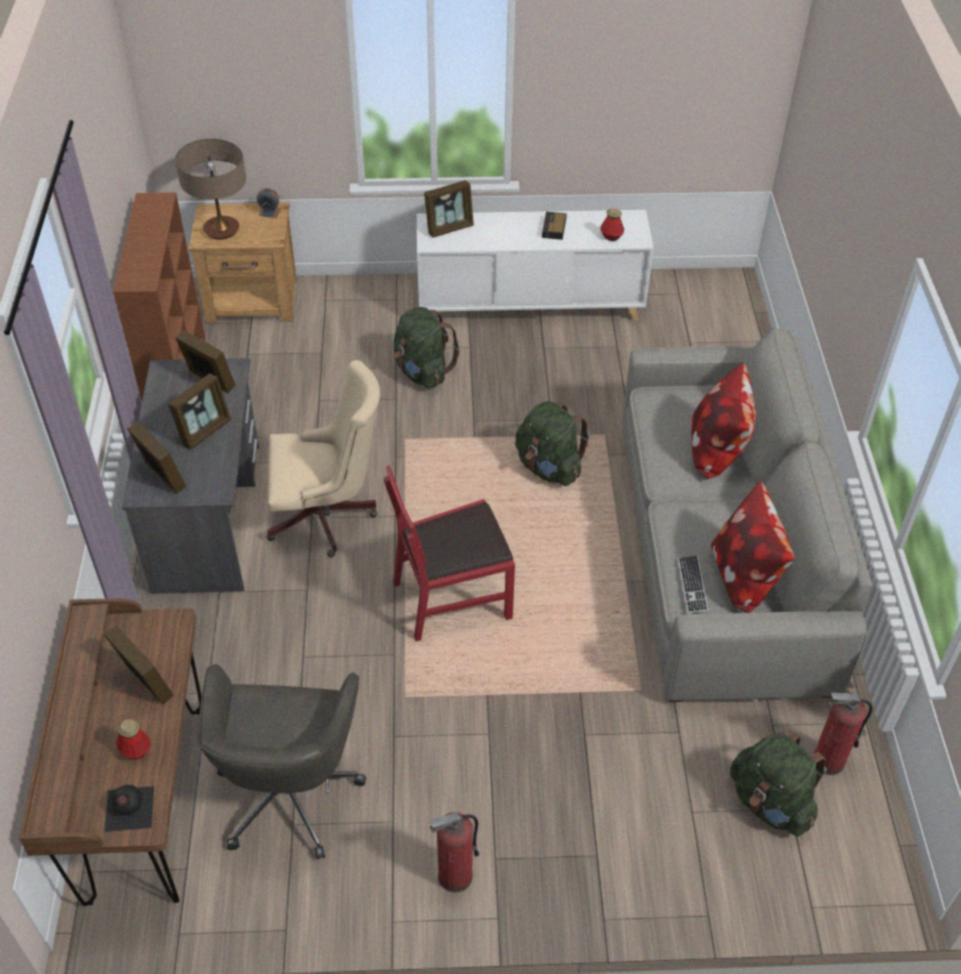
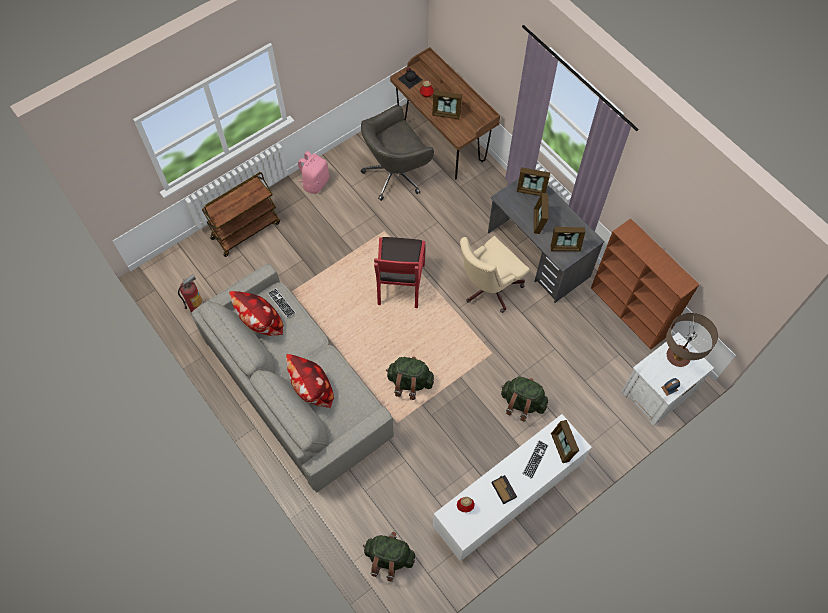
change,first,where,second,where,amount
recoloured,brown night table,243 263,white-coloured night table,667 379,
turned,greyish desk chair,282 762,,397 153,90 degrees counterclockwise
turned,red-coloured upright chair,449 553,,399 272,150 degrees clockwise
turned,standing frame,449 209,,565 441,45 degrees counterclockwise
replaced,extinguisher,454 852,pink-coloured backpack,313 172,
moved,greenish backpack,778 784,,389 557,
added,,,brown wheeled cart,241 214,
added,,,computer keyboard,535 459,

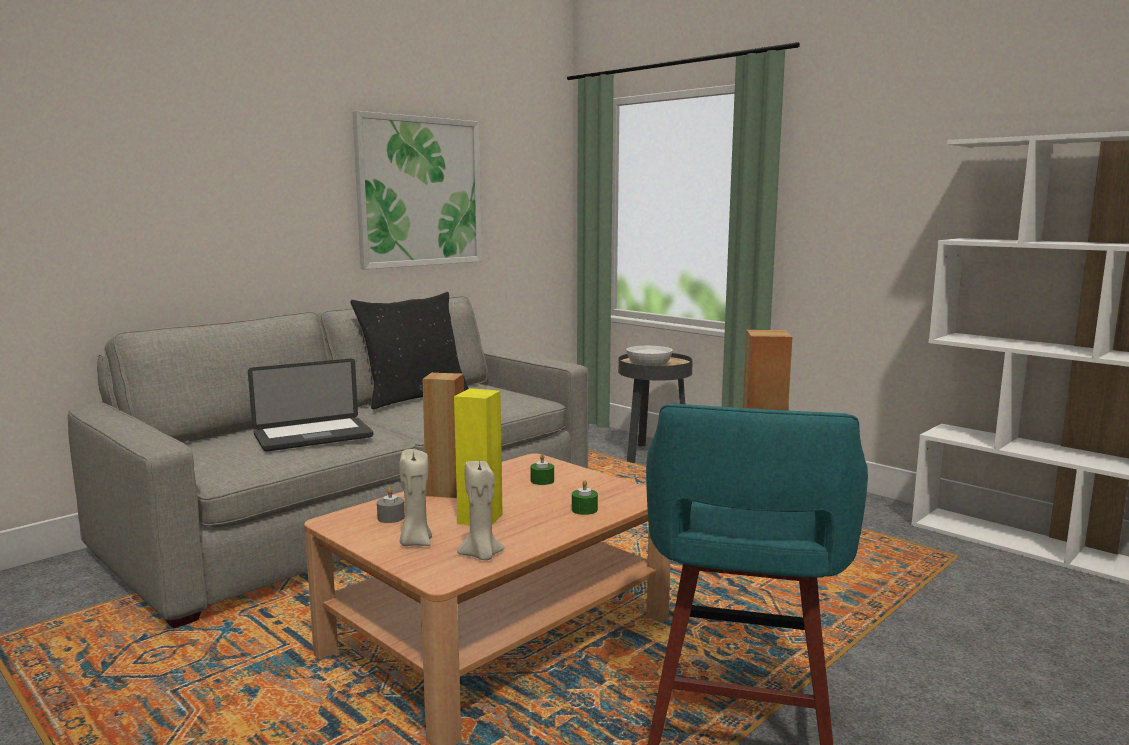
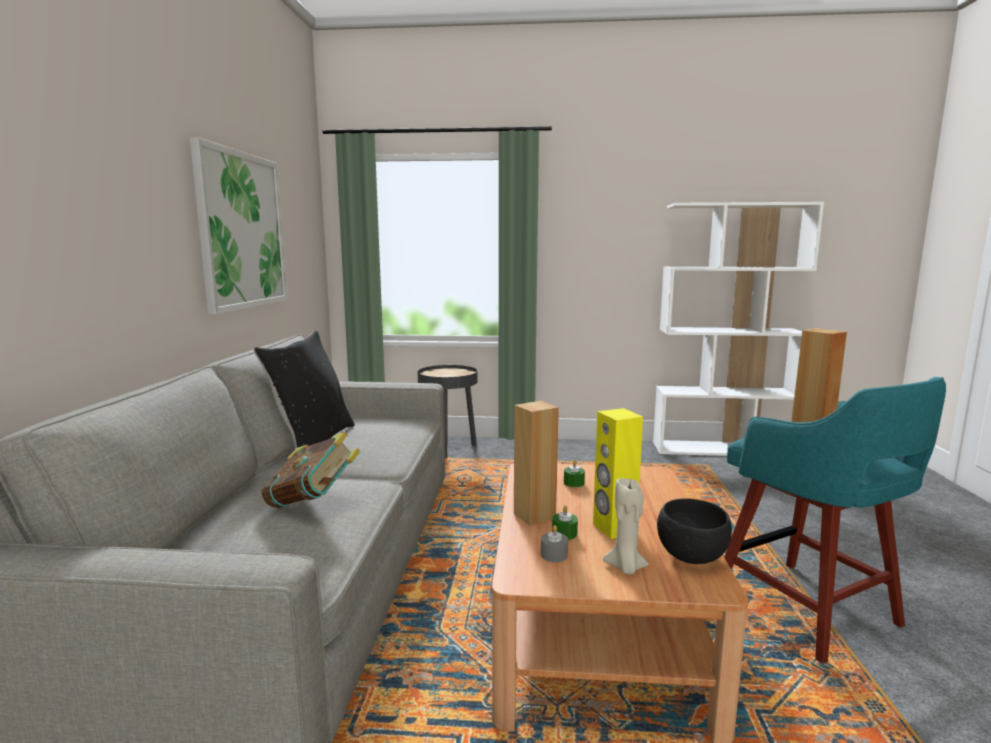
change,first,where,second,where,amount
replaced,notebook computer,310 405,volume,310 470,
replaced,beige-coloured wax candle,481 510,blackish bowl,694 531,
moved,greenish wax candle,585 497,,565 523,
removed,white-coloured bowl,649 356,,,

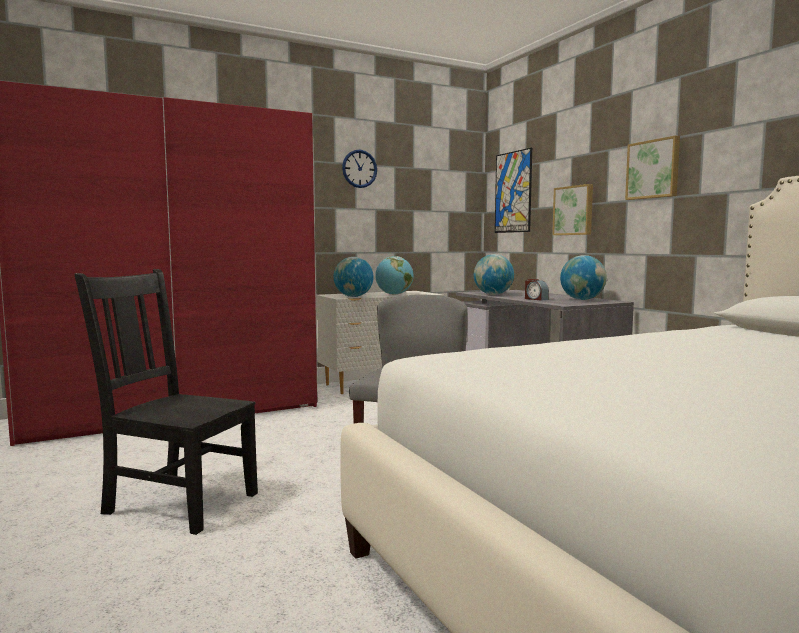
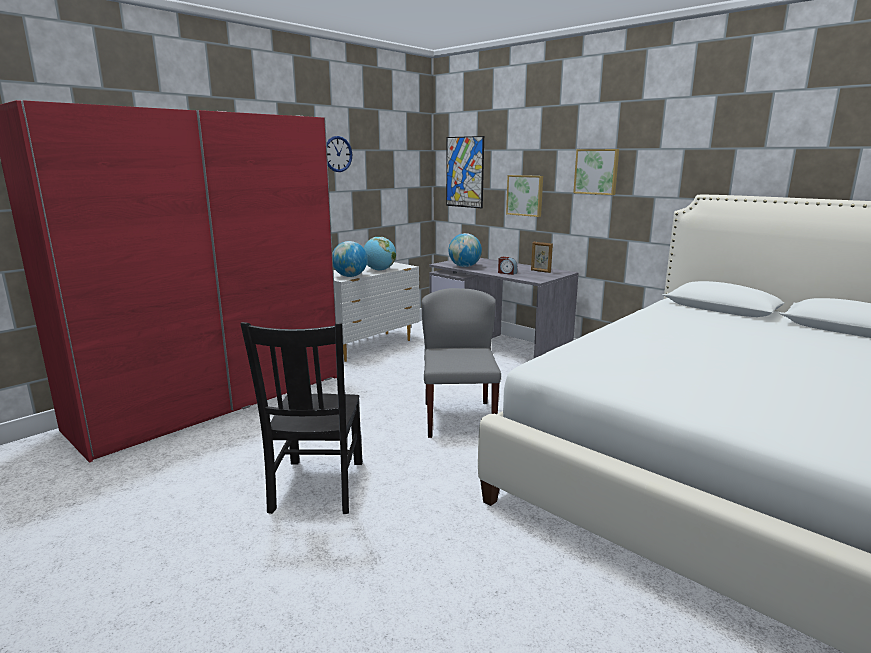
change,first,where,second,where,amount
turned,blackish upright chair,166 402,,301 418,90 degrees counterclockwise
replaced,desk globe,583 277,standing frame,542 257,

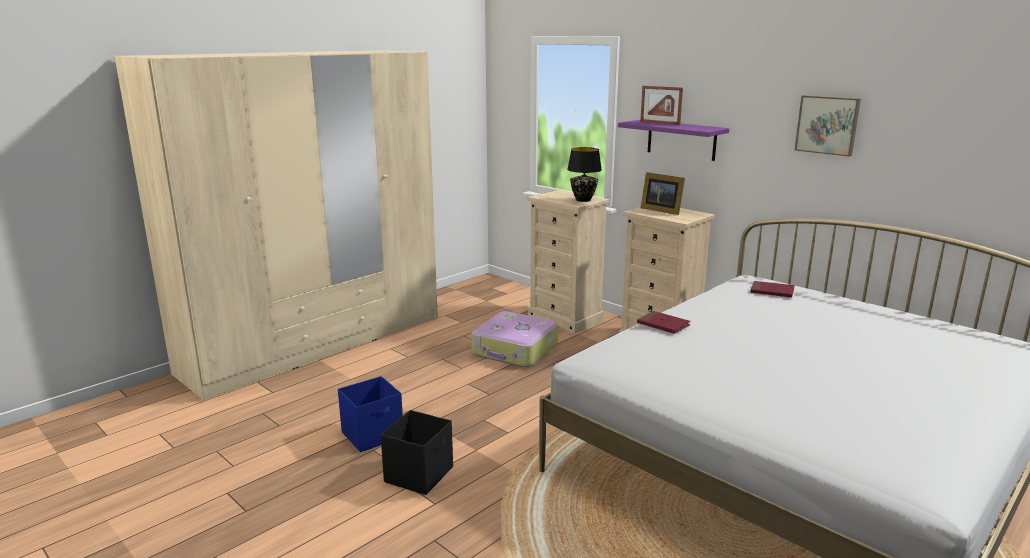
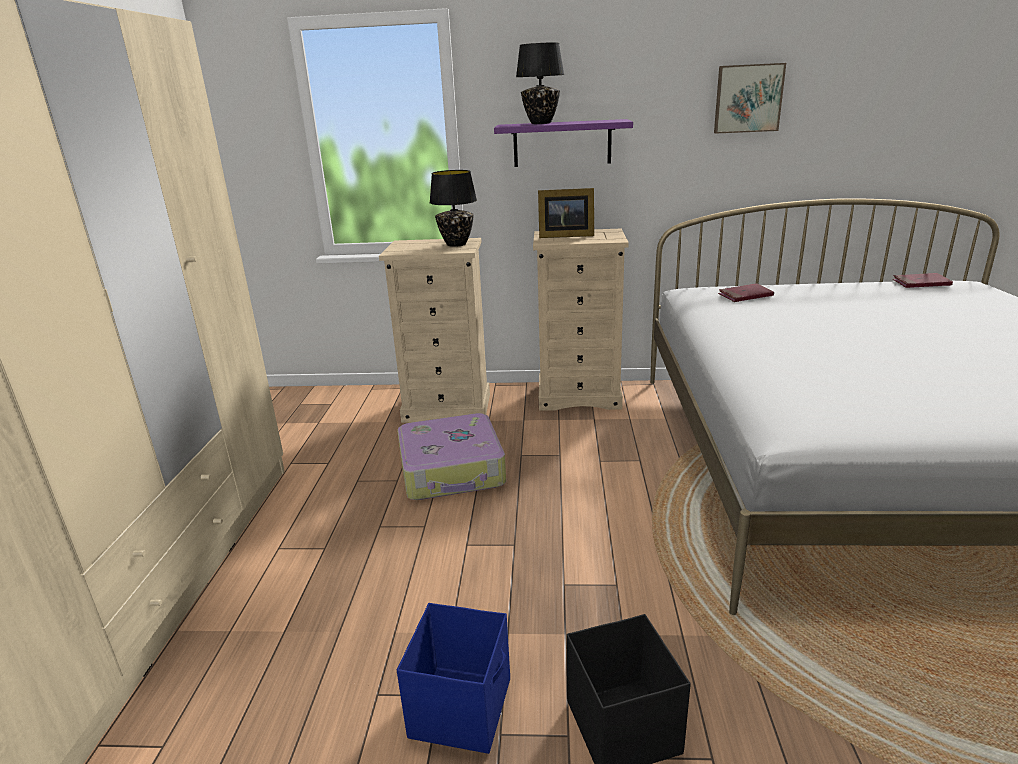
change,first,where,second,where,amount
moved,red-coloured volume,663 322,,923 280,
replaced,standing frame,661 105,blackish tabletop lamp,540 83,

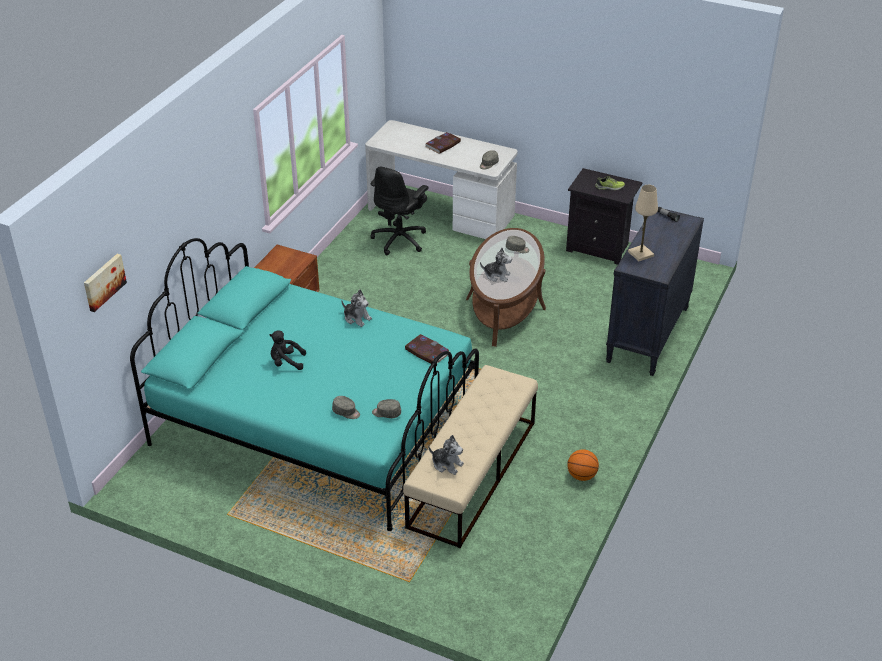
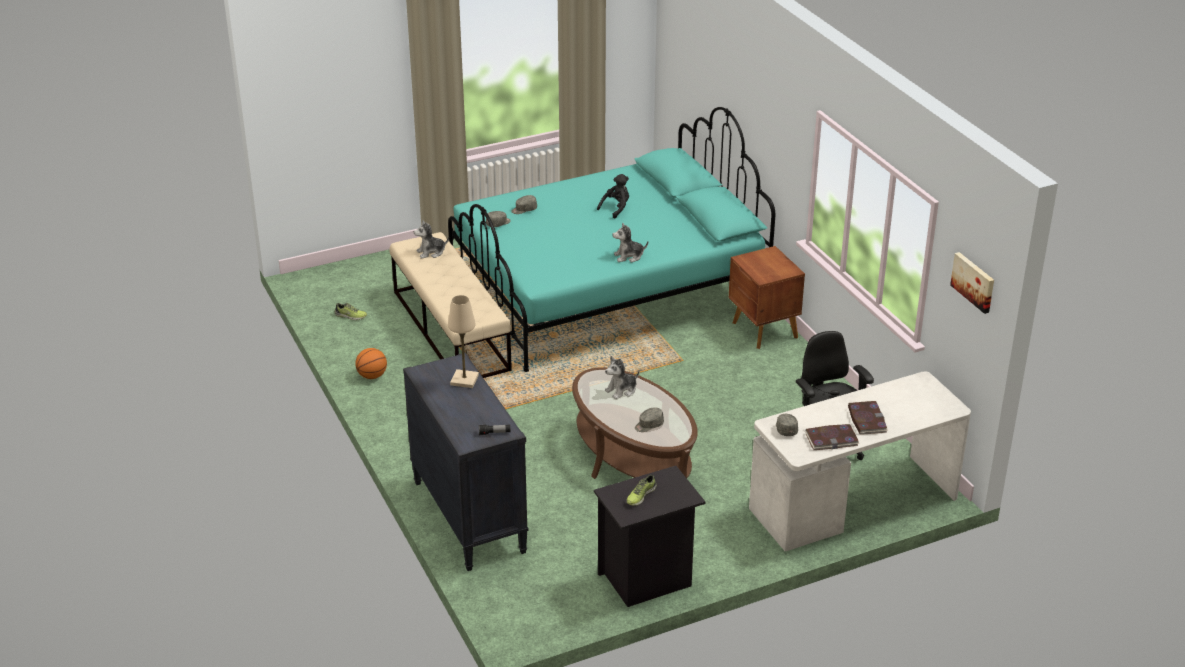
change,first,where,second,where,amount
moved,picture,105 283,,972 283,
moved,volume,428 348,,832 437,
added,,,shoe,351 311,

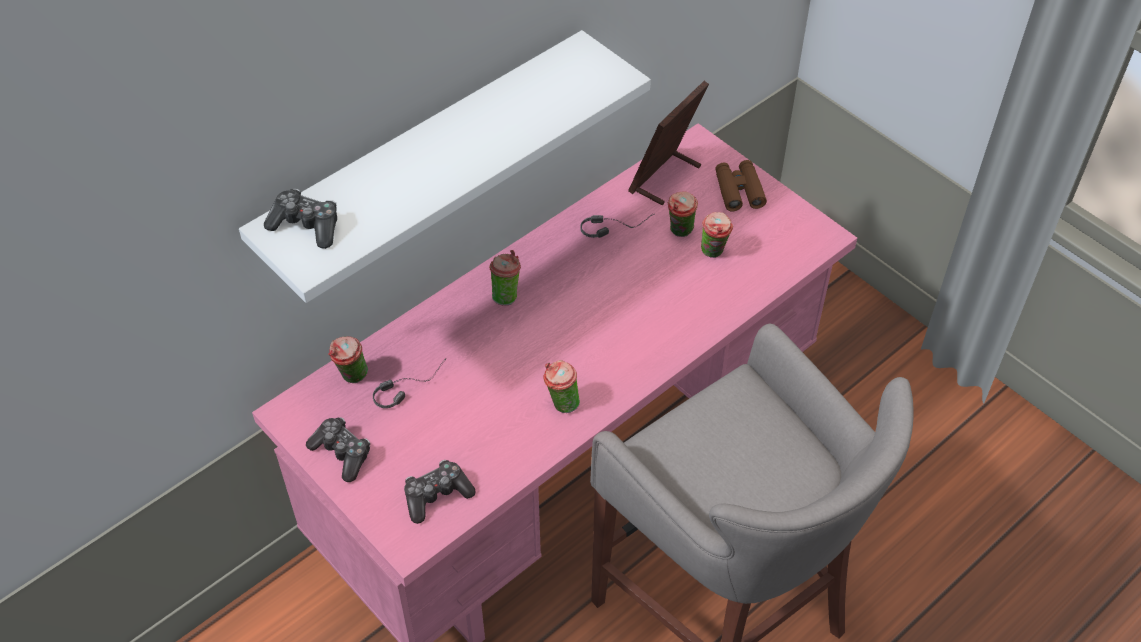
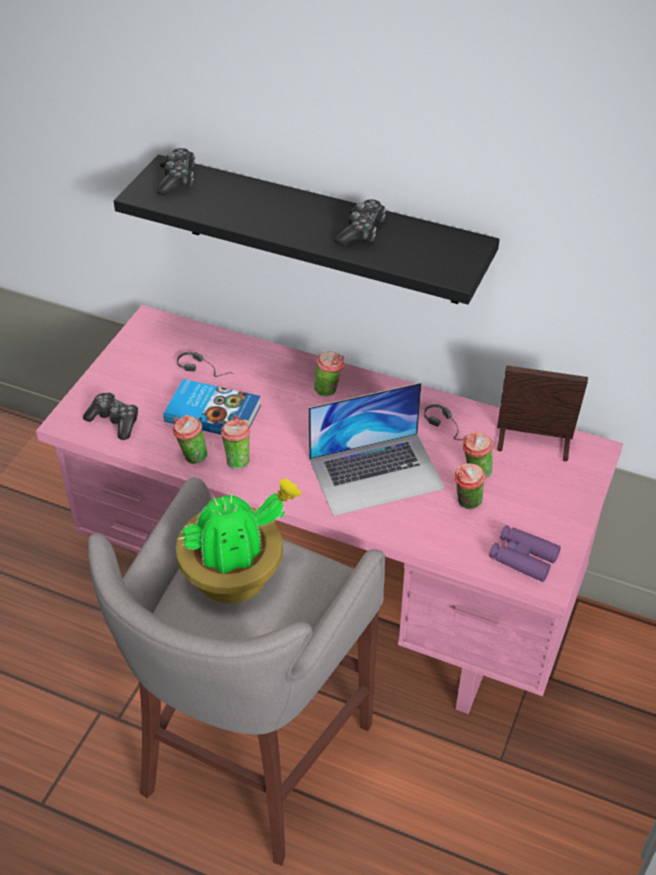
change,first,where,second,where,amount
recoloured,white-coloured bracket shelf,445 166,blackish bracket shelf,307 229,
moved,joypad,338 449,,360 222,
moved,small cup,348 359,,190 439,
removed,brown pair of binoculars,741 185,,,
added,,,volume,212 406,
added,,,plant in a pot,239 540,
added,,,notebook computer,376 449,
added,,,purplish pair of binoculars,525 553,

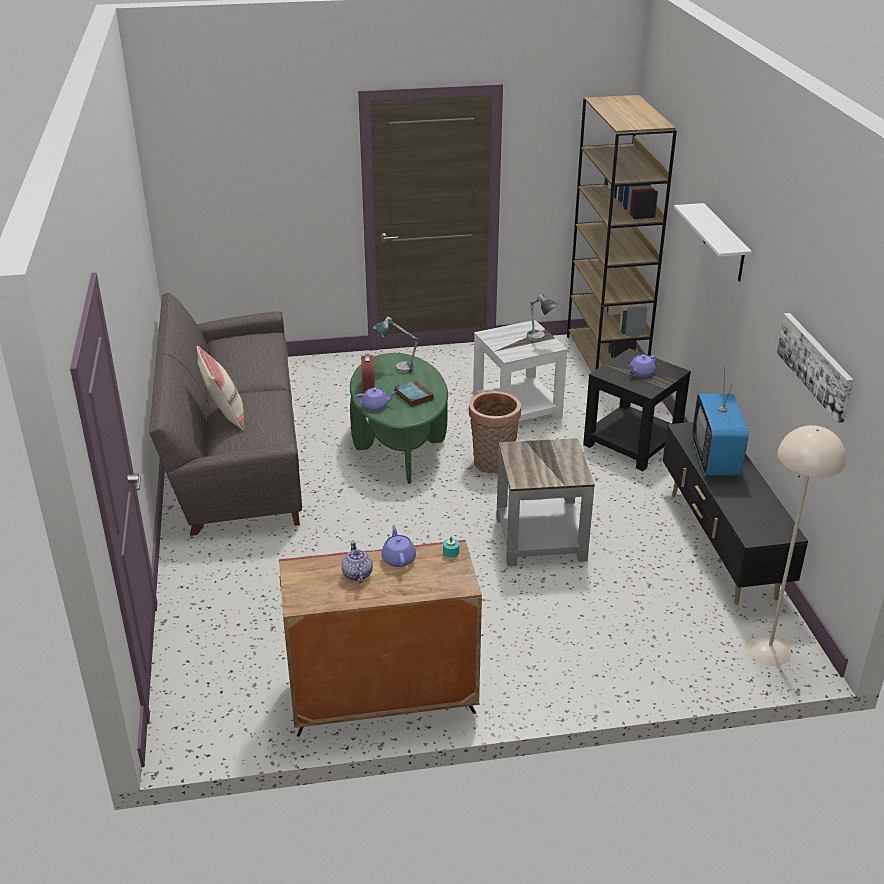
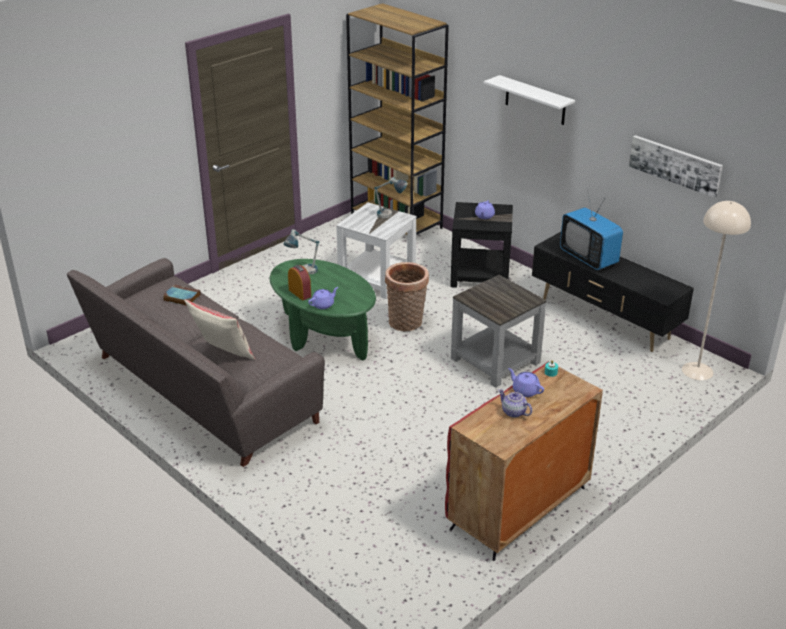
change,first,where,second,where,amount
moved,volume,414 393,,182 295,

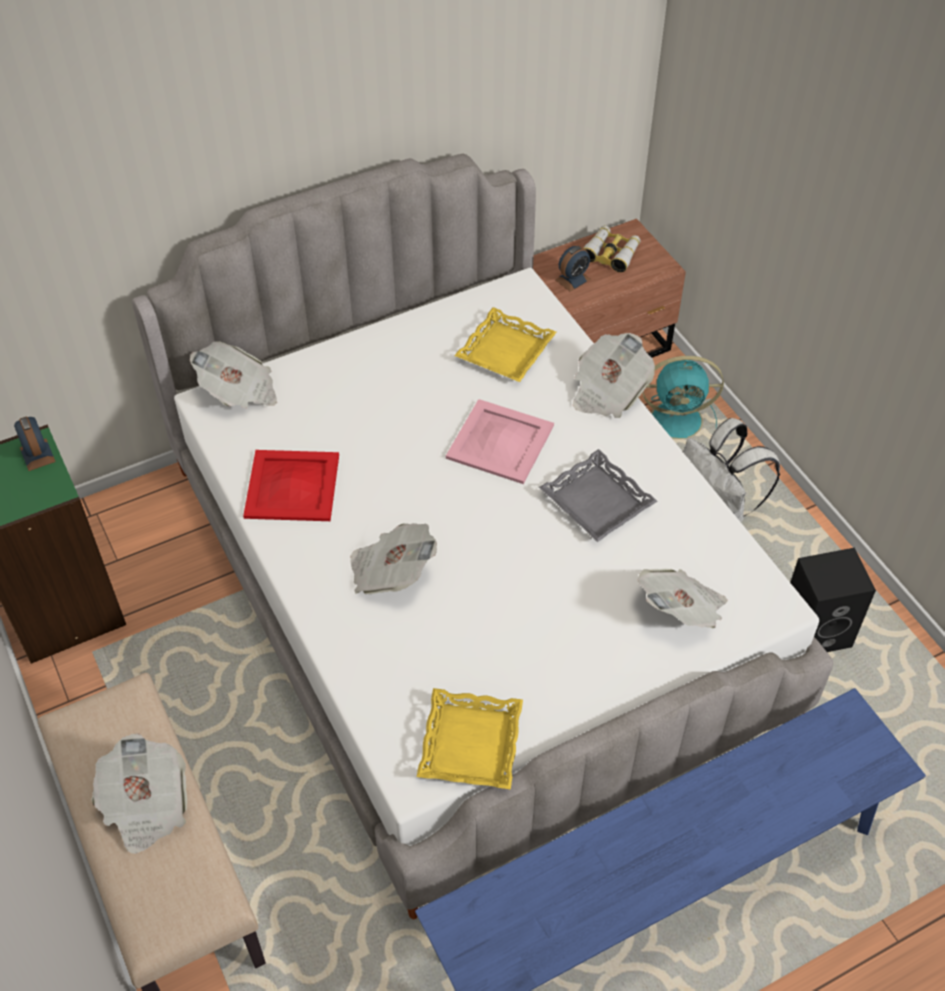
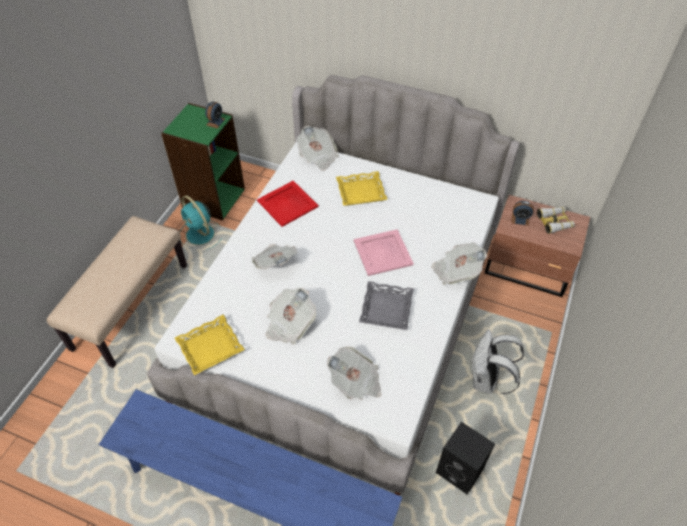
change,first,where,second,where,amount
moved,newspaper,139 793,,291 316,
moved,yellow-coloured carrying tray,505 344,,361 188,
moved,turquoise-coloured electric fan,683 397,,201 222,

